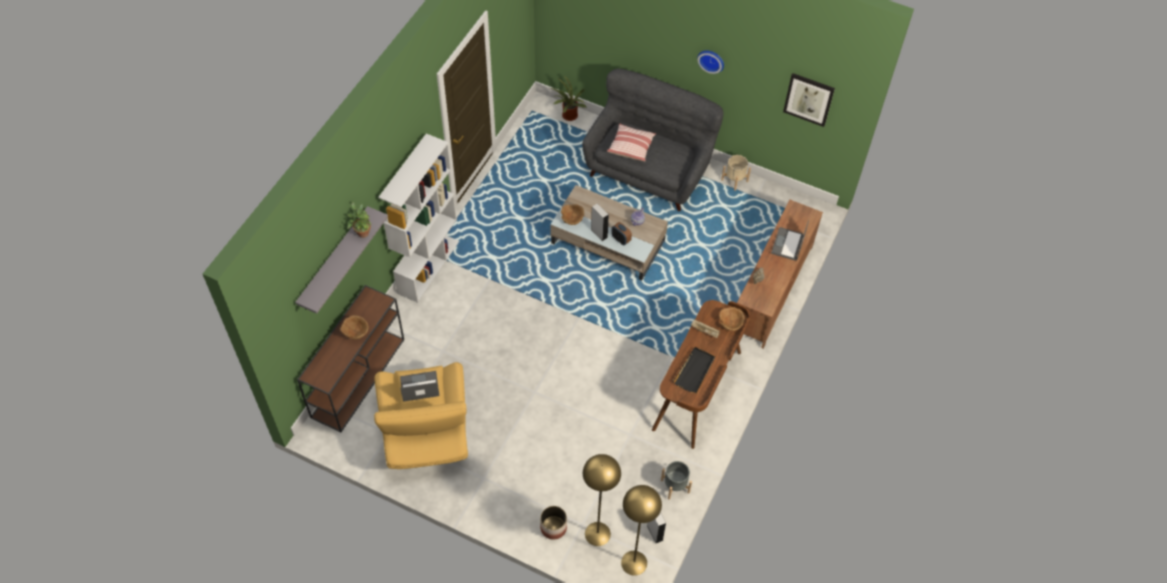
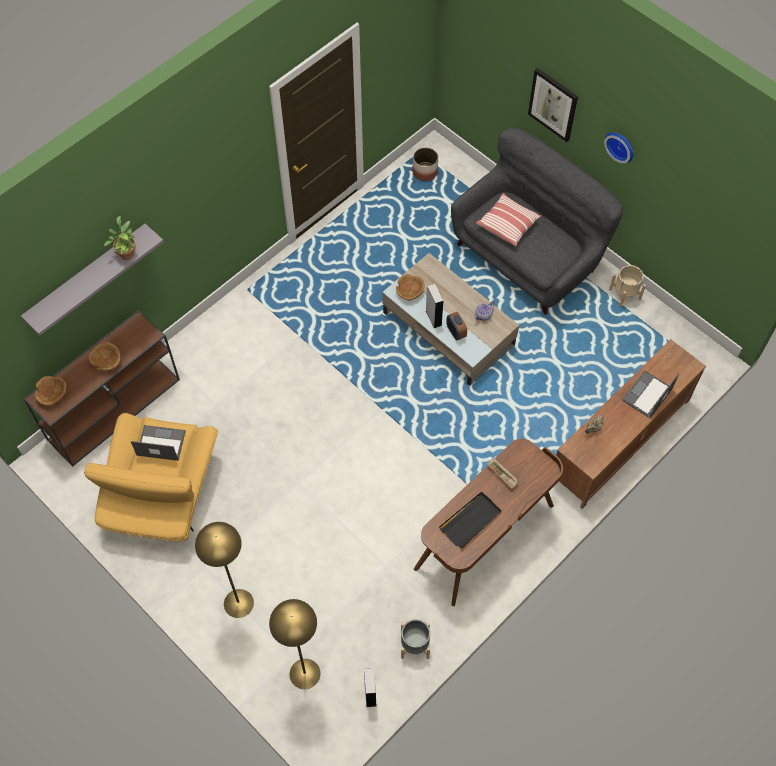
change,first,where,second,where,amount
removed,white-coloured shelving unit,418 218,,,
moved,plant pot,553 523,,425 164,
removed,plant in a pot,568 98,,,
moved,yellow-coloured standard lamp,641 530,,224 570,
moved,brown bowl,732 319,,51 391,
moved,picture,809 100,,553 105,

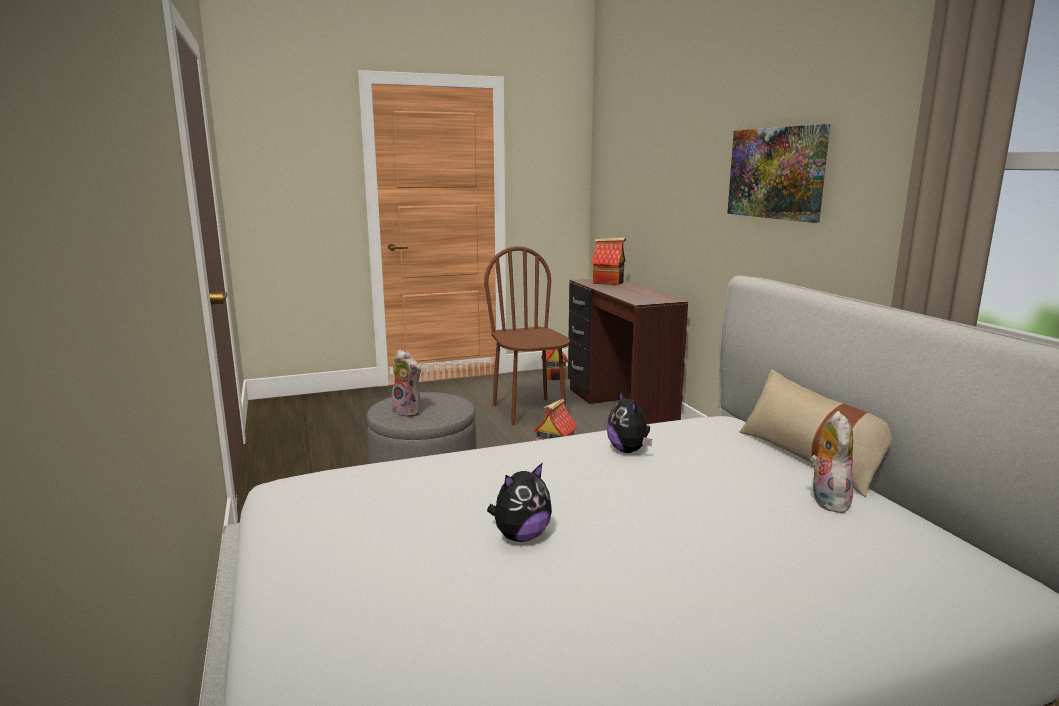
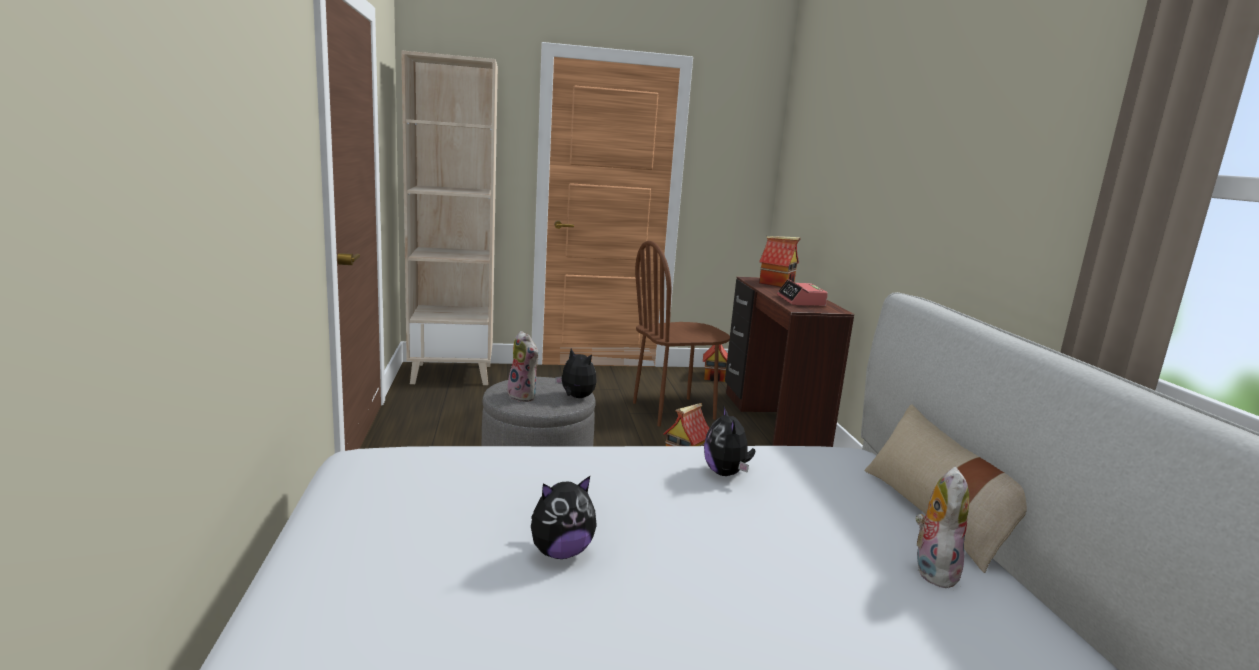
change,first,where,second,where,amount
turned,brown upright chair,527 336,,681 334,105 degrees counterclockwise
removed,picture,778 173,,,
added,,,beige-coloured shelving unit,449 217,
added,,,plush toy,576 373,
added,,,alarm clock,802 292,

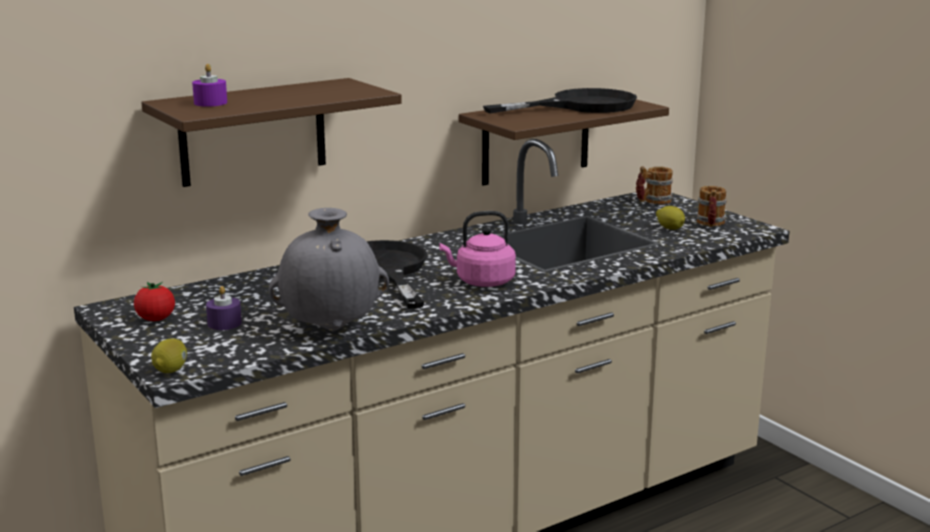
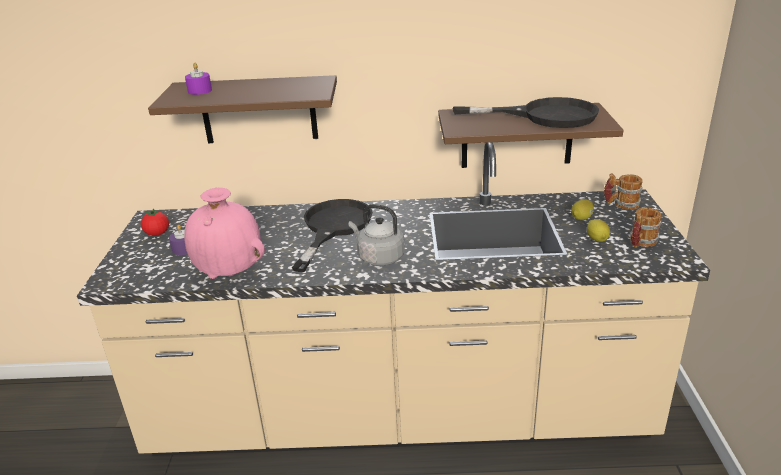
change,first,where,second,where,amount
moved,citrus fruit,169 355,,582 209,
recoloured,greyish vase,329 269,pink-coloured vase,224 233,
recoloured,pink-coloured water kettle,477 249,greyish water kettle,377 235,

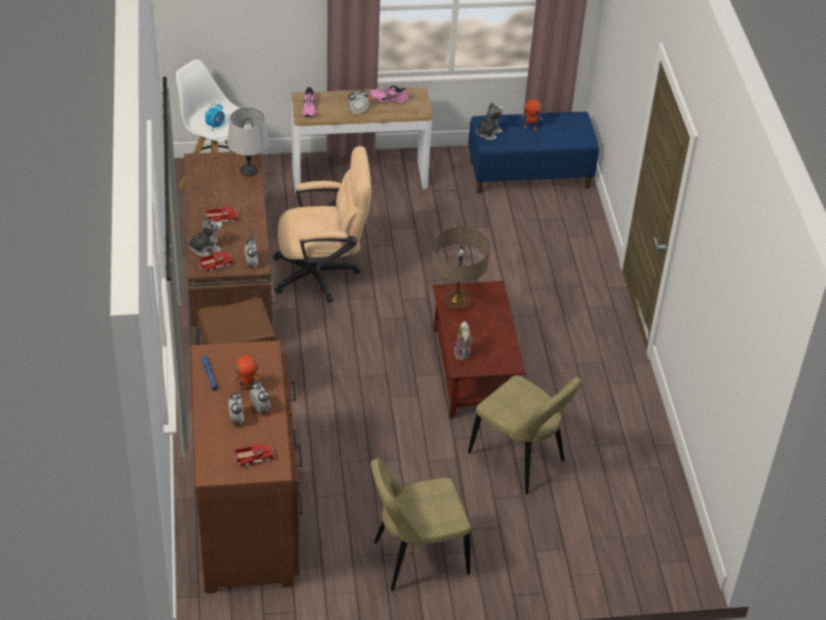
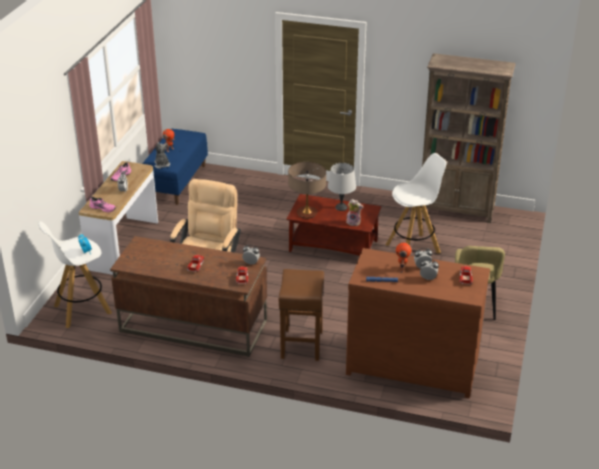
change,first,where,second,where,amount
removed,plush toy,202 235,,,
moved,greyish tabletop lamp,248 142,,342 187,
replaced,beige-coloured upright chair,525 434,white-coloured sitting stool,416 203,
added,,,brown shelving unit,468 138,

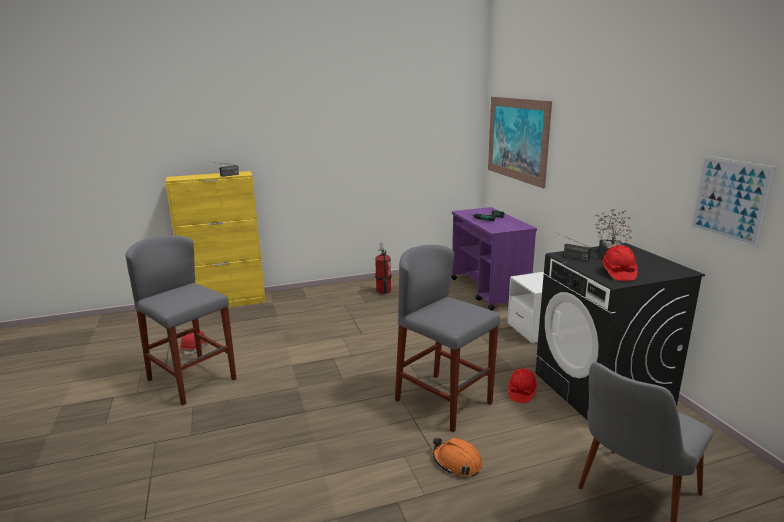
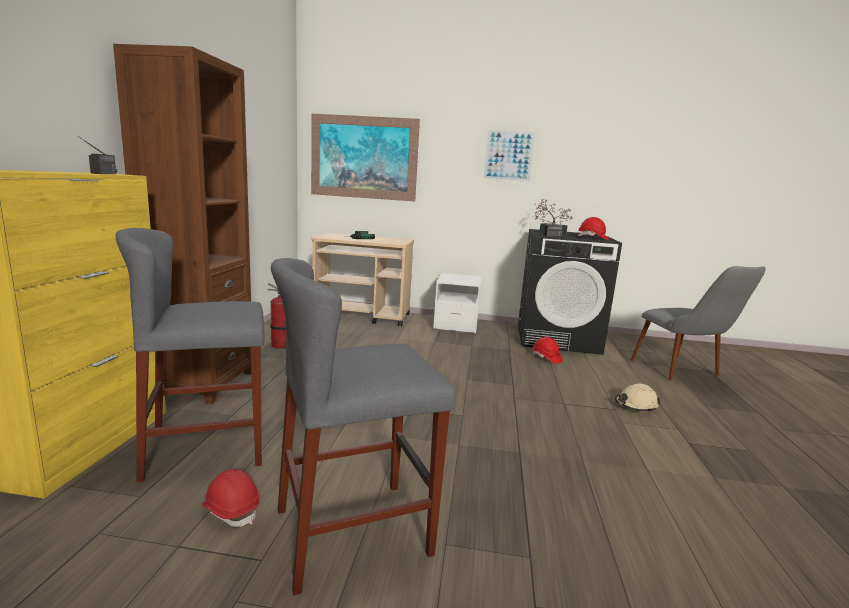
change,first,where,second,where,amount
moved,greyish sitting stool,447 338,,190 355,
recoloured,orange safety helmet,457 457,beige-coloured safety helmet,638 397,
recoloured,purplish wheeled cart,494 259,beige-coloured wheeled cart,362 279,
moved,picture,733 202,,509 156,
added,,,brown shelving unit,182 224,

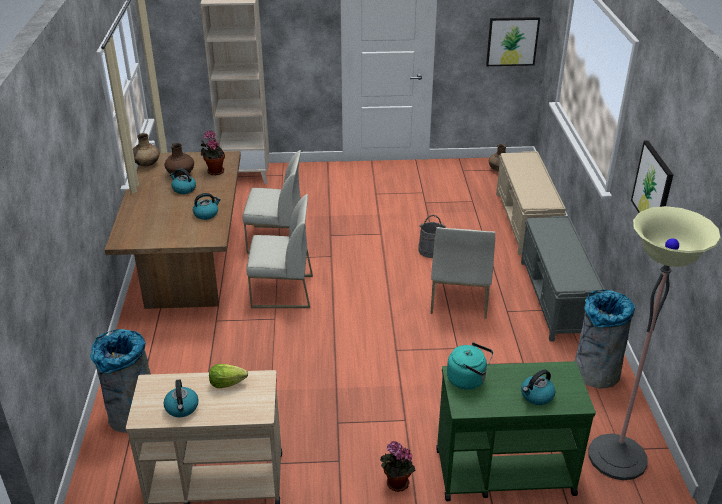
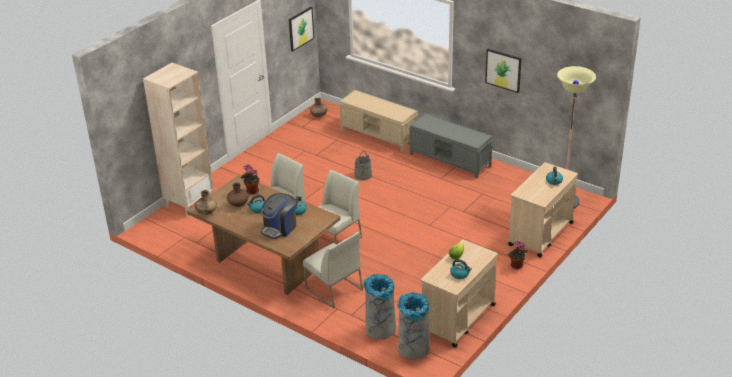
change,first,where,second,where,amount
moved,white-coloured upright chair,463 273,,333 270,
recoloured,greenish wheeled cart,516 431,beige-coloured wheeled cart,543 209,
removed,turquoise-coloured water kettle,470 366,,,
moved,greyish waste bin,605 339,,413 326,
added,,,coffee machine,279 216,

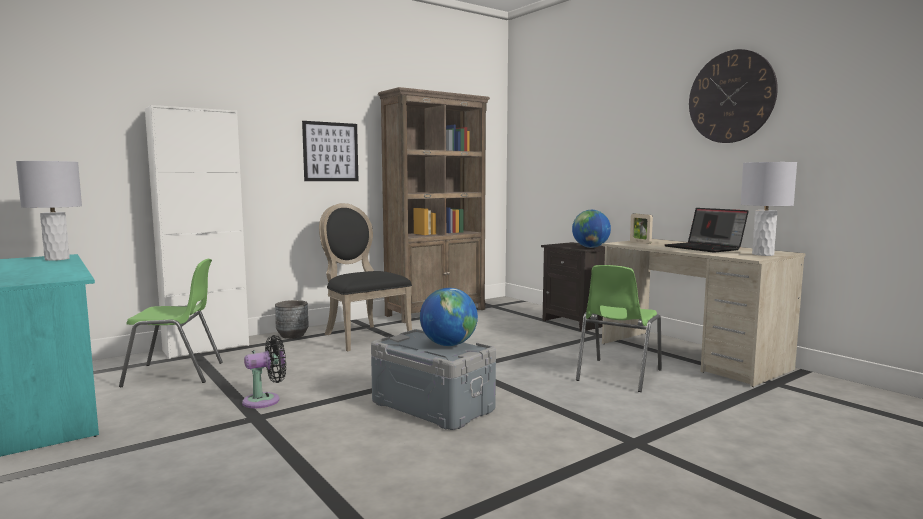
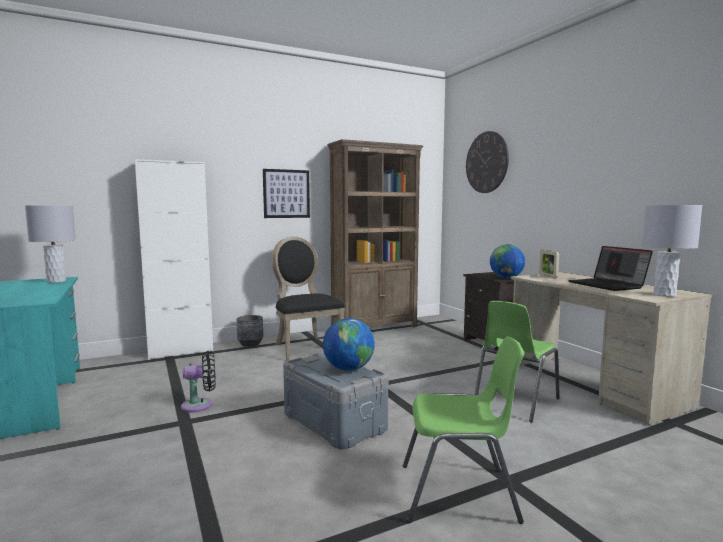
change,first,where,second,where,amount
moved,greenish upright chair,171 323,,463 430,
moved,clock on the wall,733 96,,487 162,

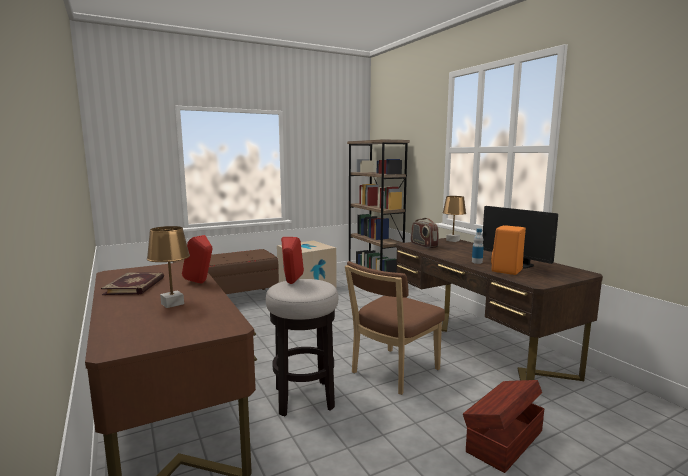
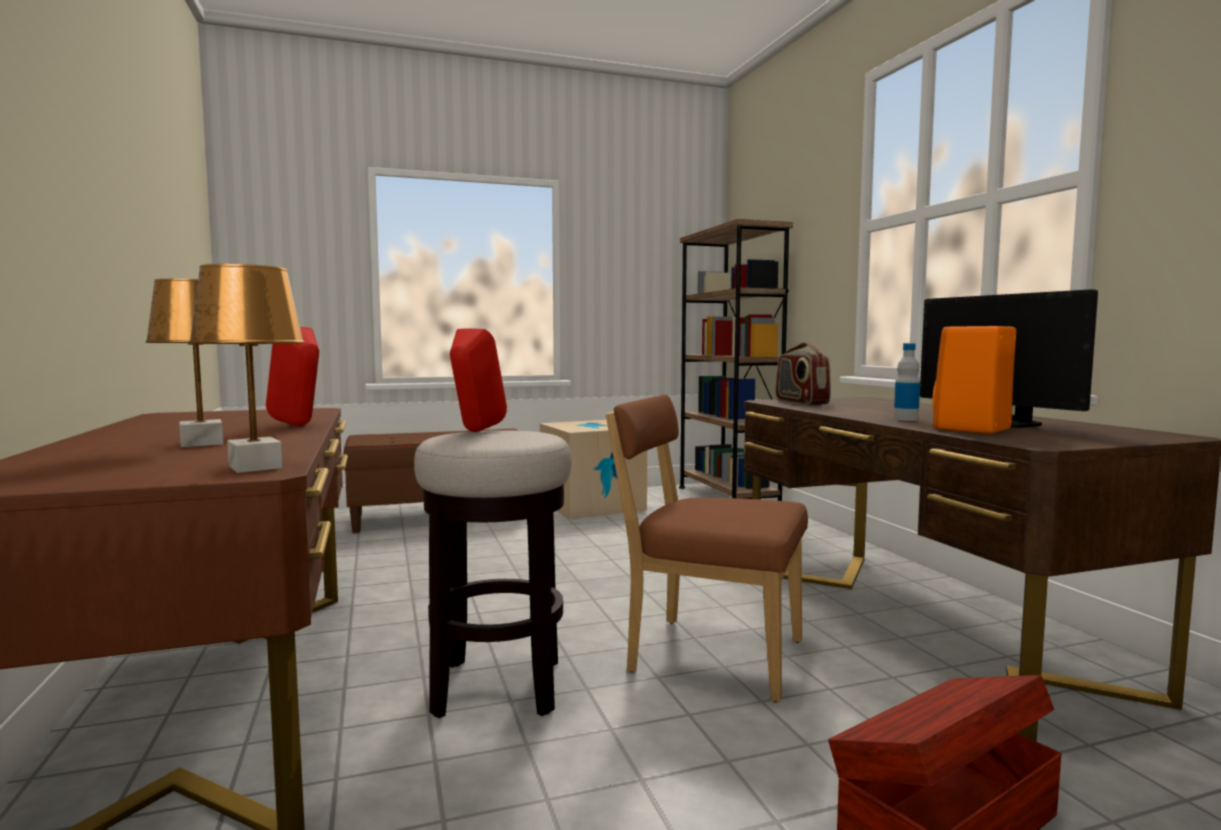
change,first,where,second,where,amount
removed,volume,132 283,,,
turned,brown upright chair,395 328,,707 548,60 degrees clockwise
moved,brown tabletop lamp,454 219,,247 368,

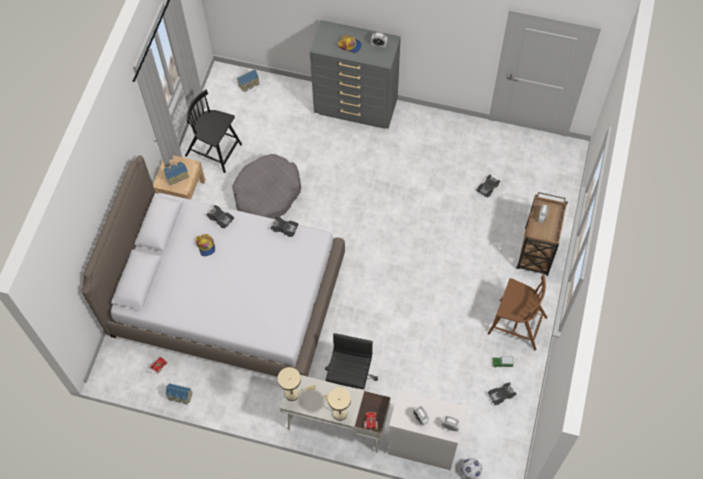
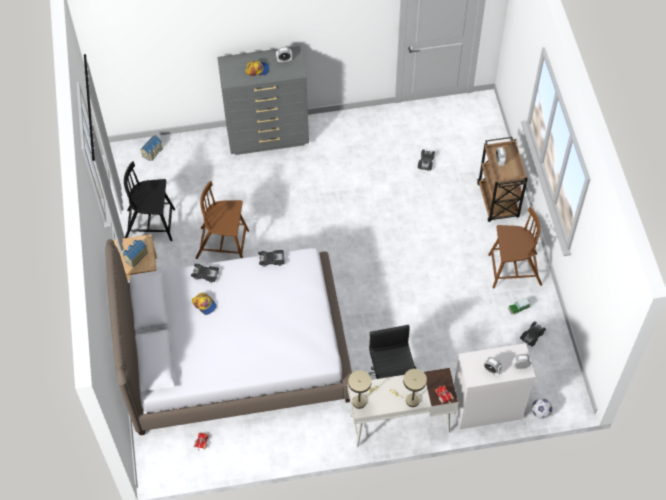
change,first,where,second,where,amount
removed,model house,179 394,,,
replaced,greyish dog bed,266 186,brown upright chair,222 220,

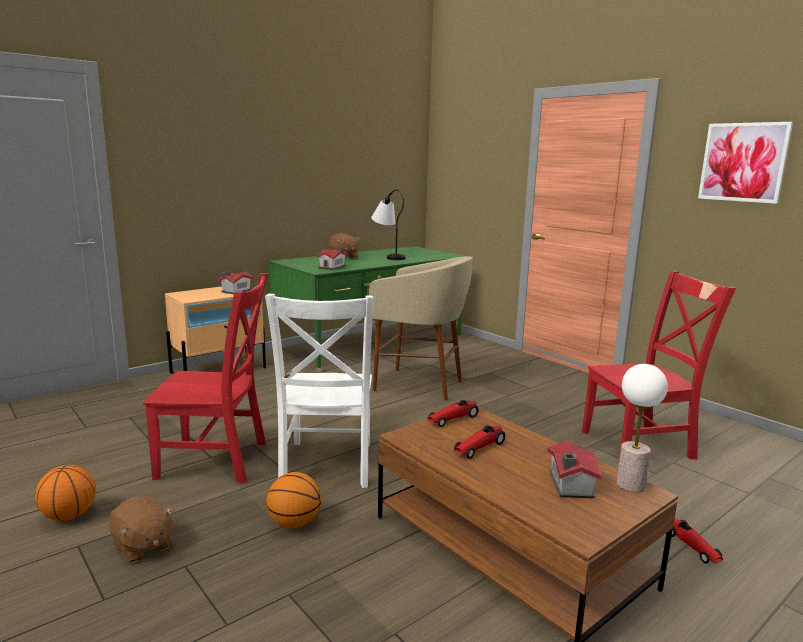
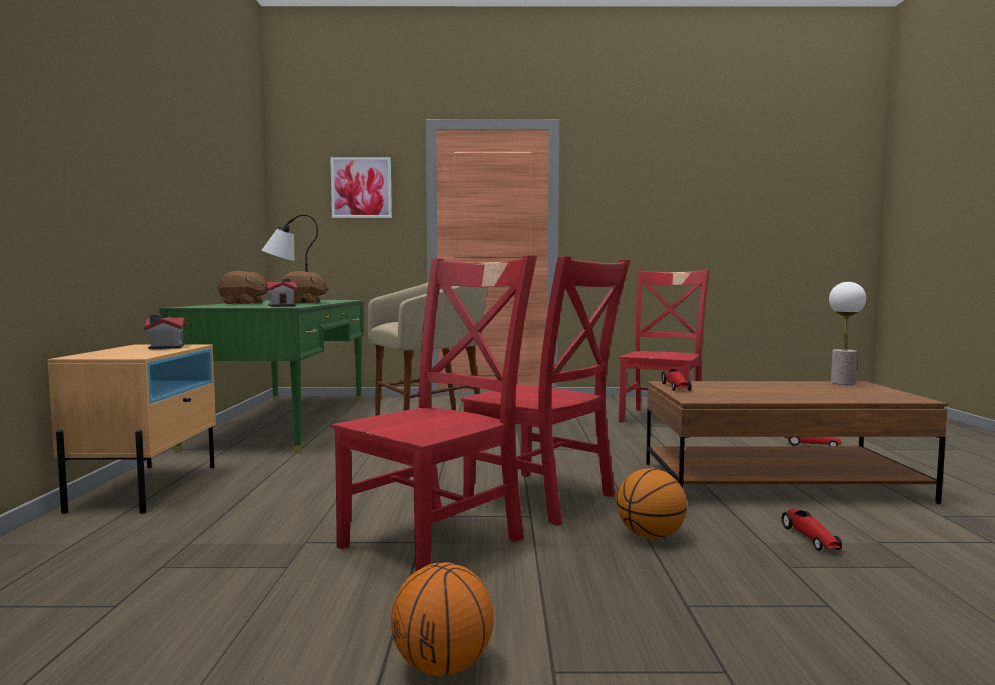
change,first,where,second,where,amount
moved,brown plush toy,142 529,,305 287,
recoloured,white-coloured upright chair,319 391,red-coloured upright chair,546 391,
moved,model car,479 442,,812 529,
removed,model house,574 469,,,
moved,picture,745 163,,361 187,

